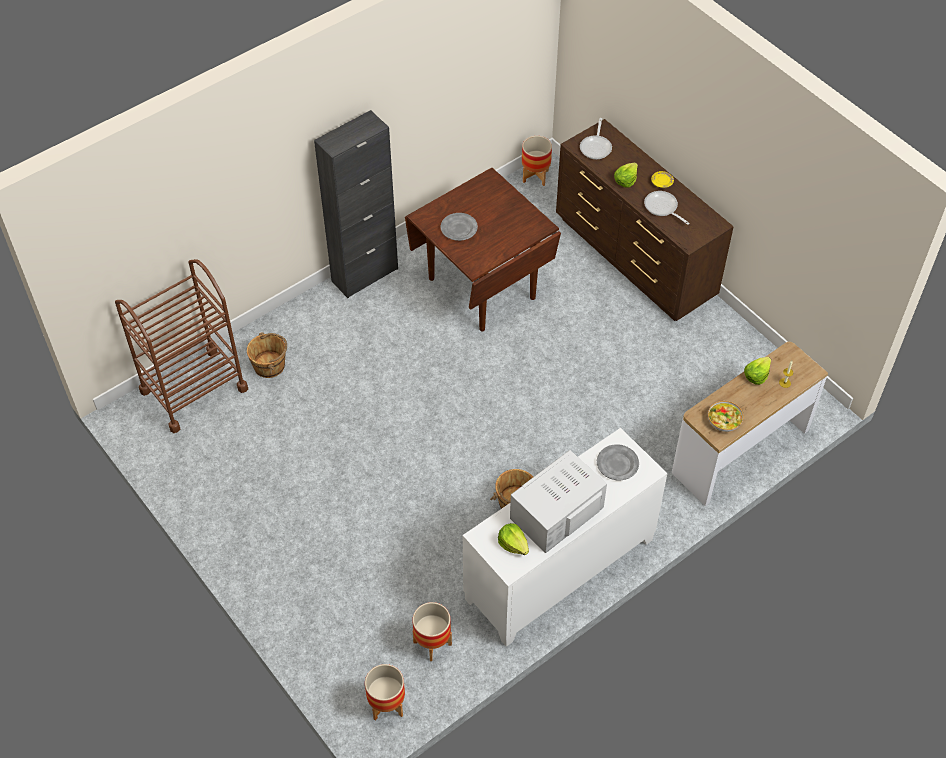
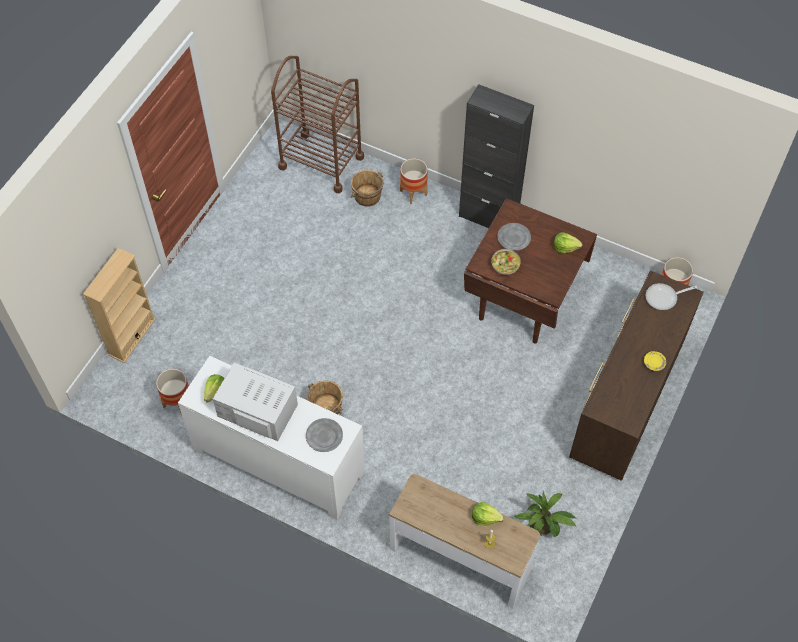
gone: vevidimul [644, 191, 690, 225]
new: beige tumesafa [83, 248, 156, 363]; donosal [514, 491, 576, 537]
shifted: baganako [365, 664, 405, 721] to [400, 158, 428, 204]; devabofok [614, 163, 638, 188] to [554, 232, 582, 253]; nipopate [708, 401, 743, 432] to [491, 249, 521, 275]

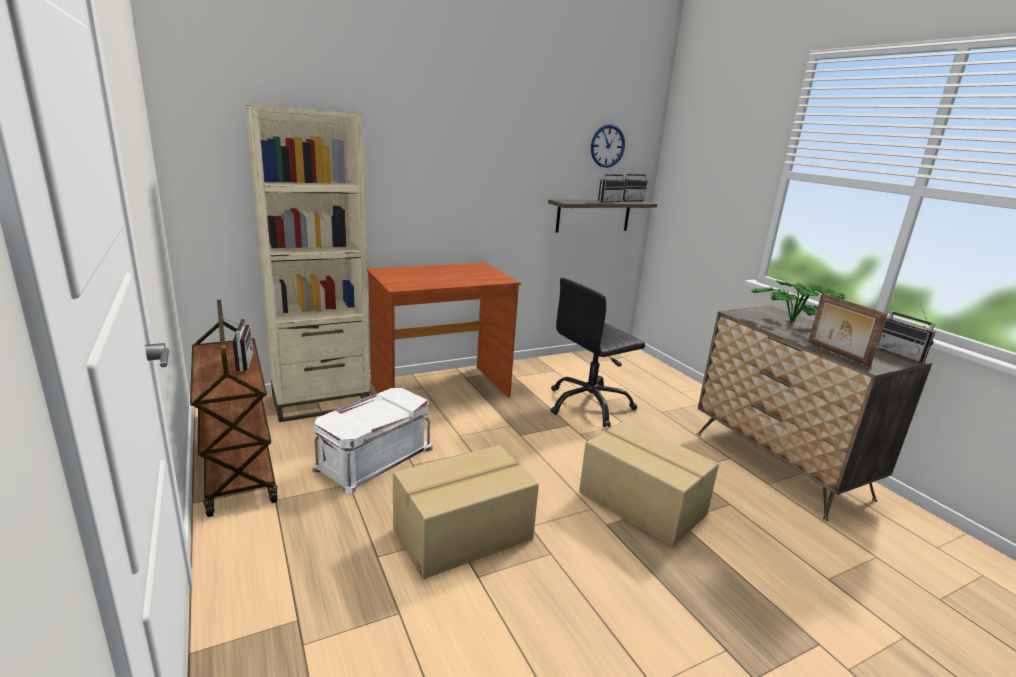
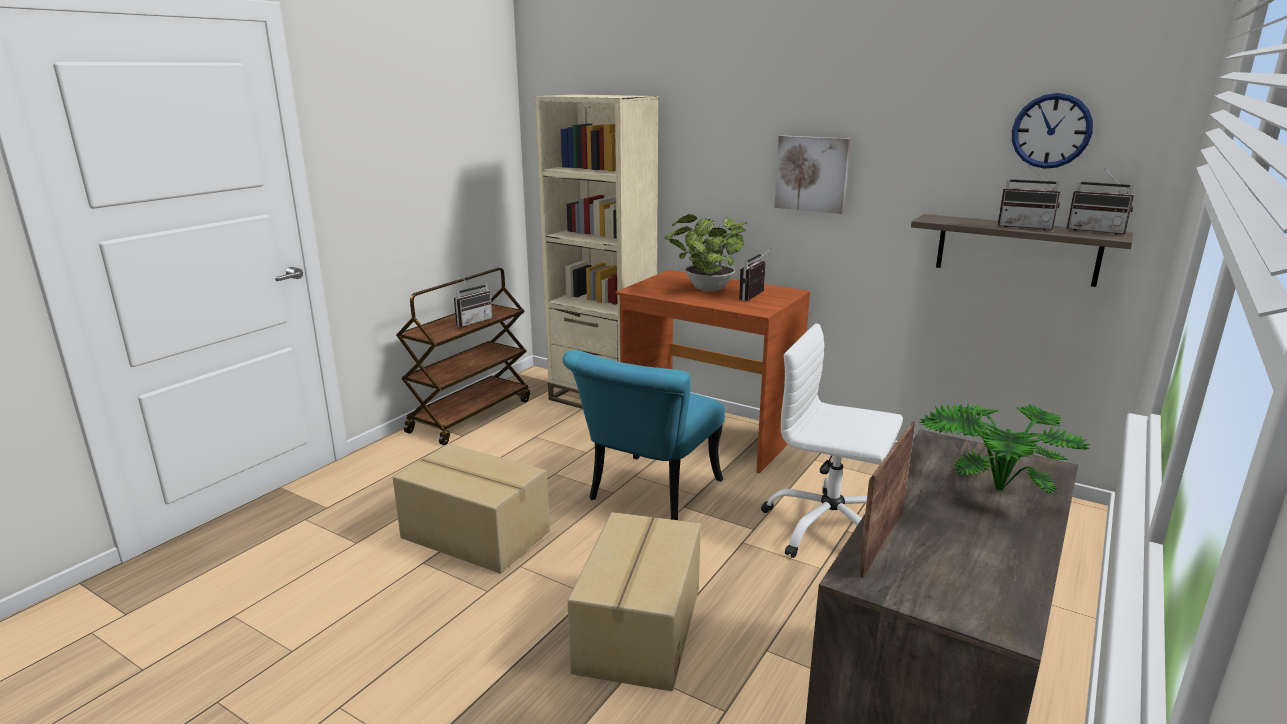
gone: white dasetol [312, 388, 433, 493]
new: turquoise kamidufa [562, 350, 725, 520]; donosal [665, 214, 747, 292]; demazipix [775, 135, 851, 214]
shifted: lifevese [877, 304, 936, 363] to [739, 248, 772, 301]
repainted: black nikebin [551, 278, 645, 427] to white nikebin [761, 324, 903, 558]

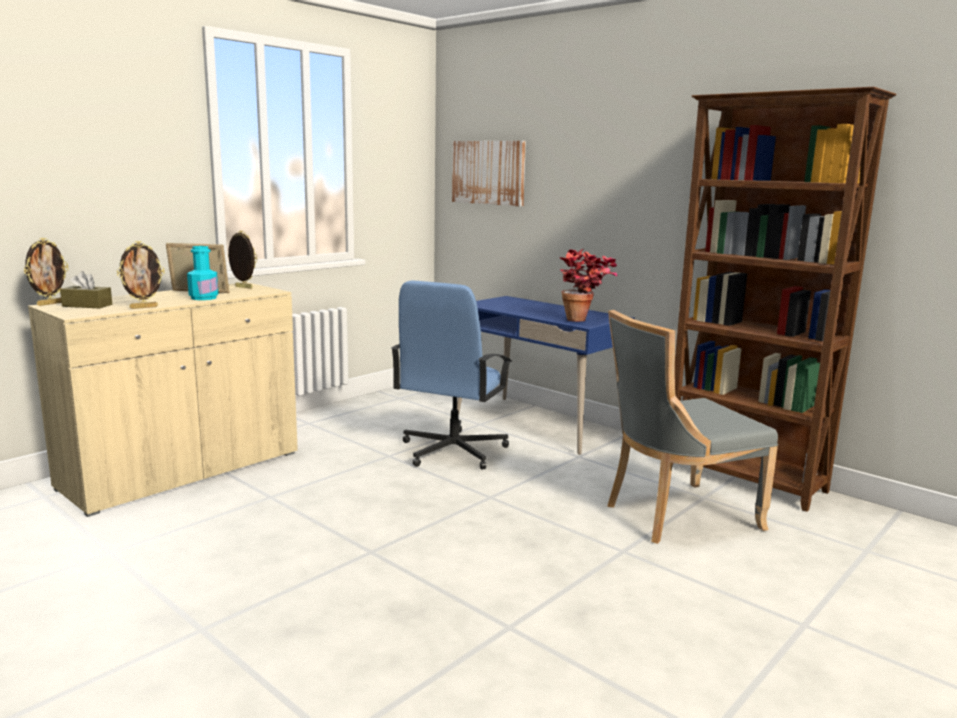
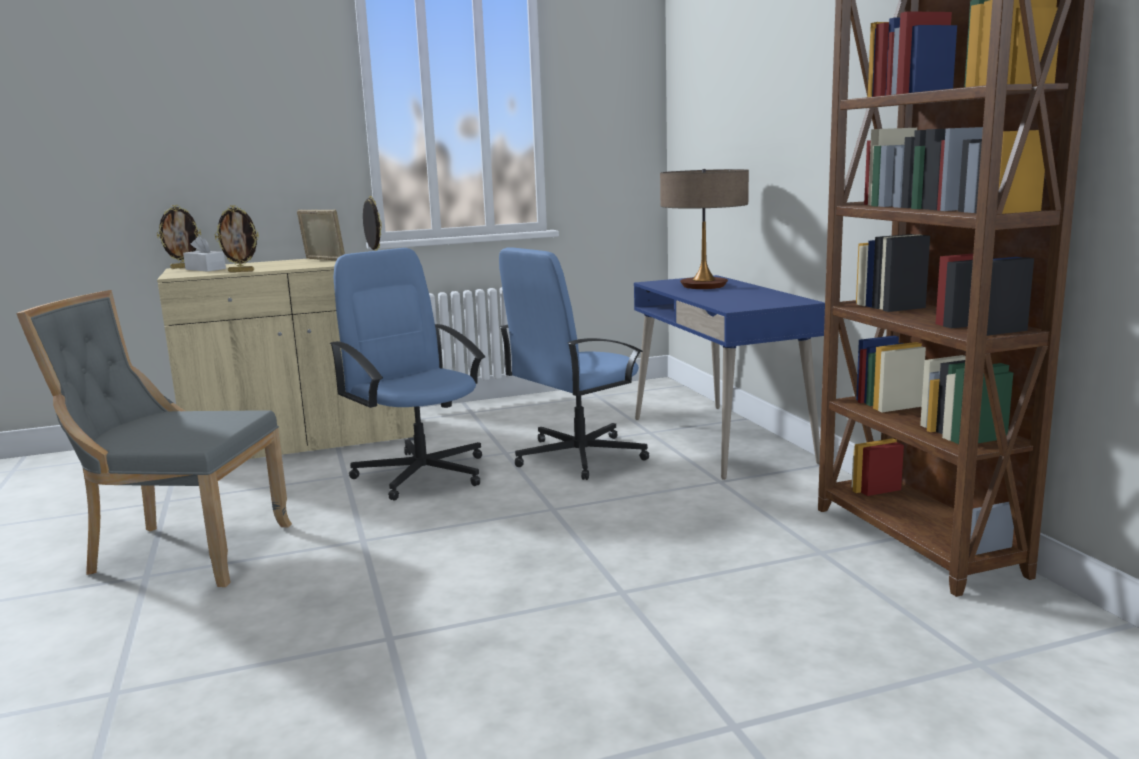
gone: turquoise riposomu [187, 246, 219, 300]; demazipix [452, 141, 526, 206]; donosal [560, 249, 618, 322]
new: blue nikebin [329, 248, 485, 500]; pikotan [660, 169, 749, 289]
shifted: grey kamidufa [607, 310, 778, 544] to [16, 290, 292, 587]
repainted: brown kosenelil [60, 271, 112, 308] to white kosenelil [183, 236, 226, 272]

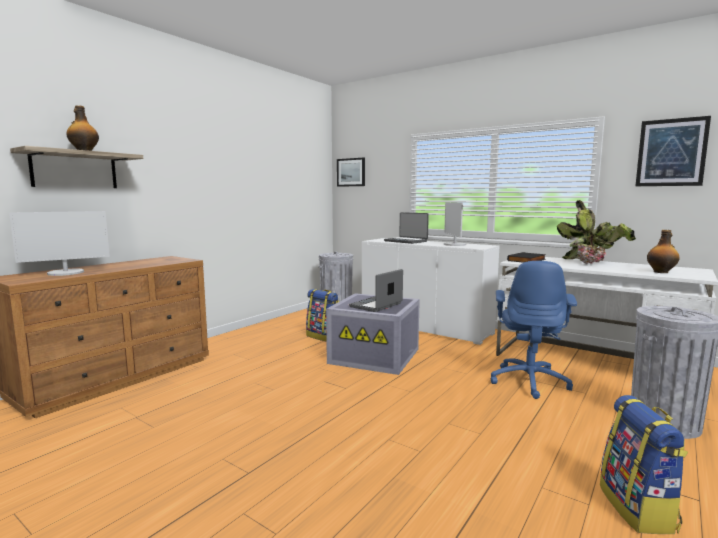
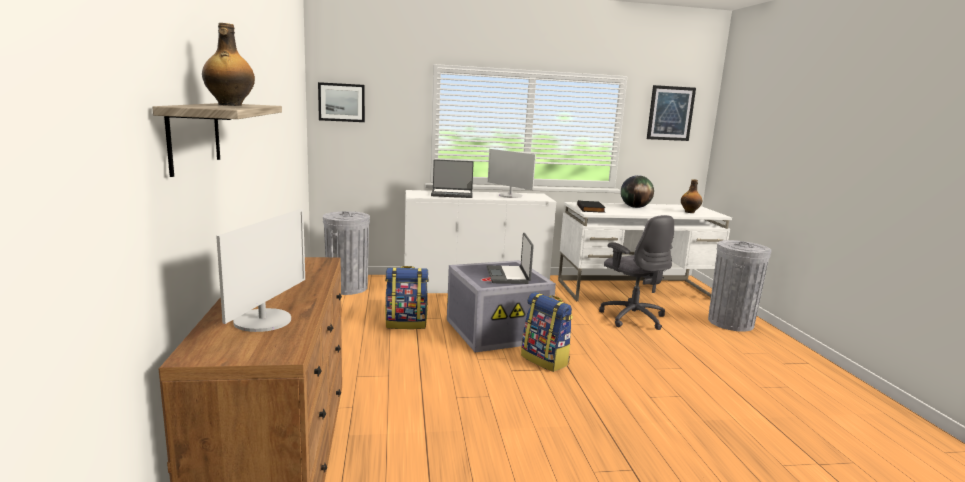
shifted: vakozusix [600, 395, 688, 534] to [521, 292, 573, 372]
swapped: donosal [557, 200, 636, 264] to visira [621, 175, 654, 208]
repainted: blue nikebin [491, 261, 577, 399] to grey nikebin [599, 215, 674, 330]

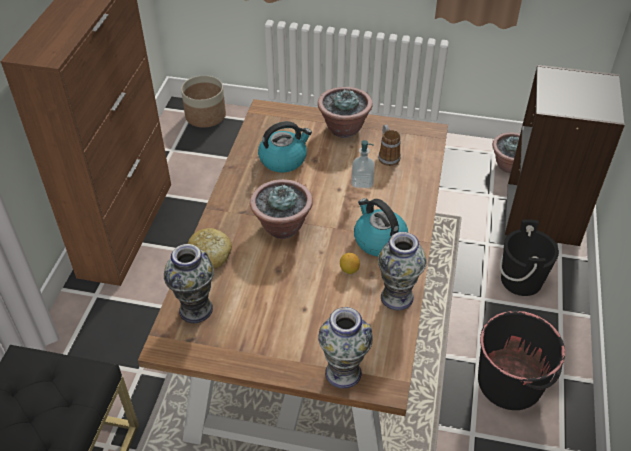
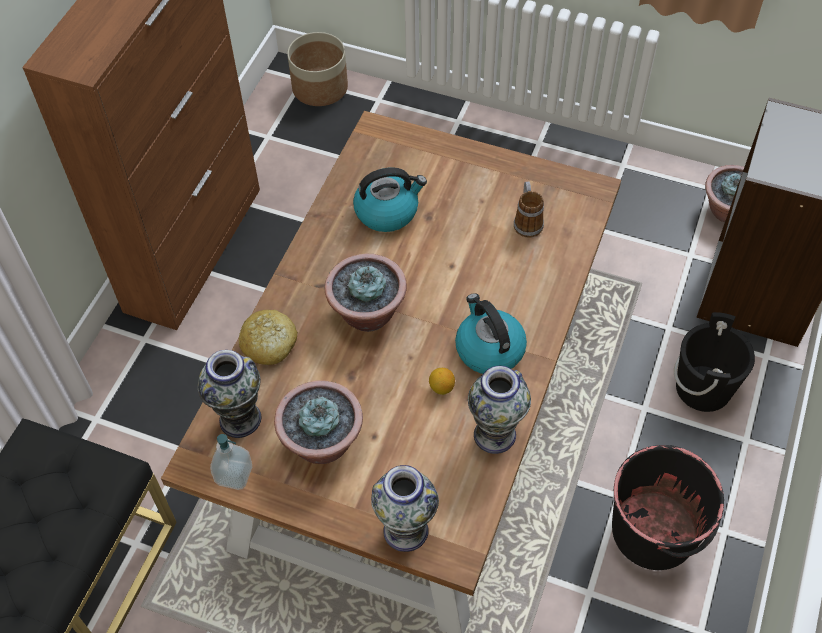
shifted: donosal [318, 87, 373, 138] to [274, 380, 363, 464]; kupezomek [351, 140, 375, 188] to [210, 434, 252, 490]

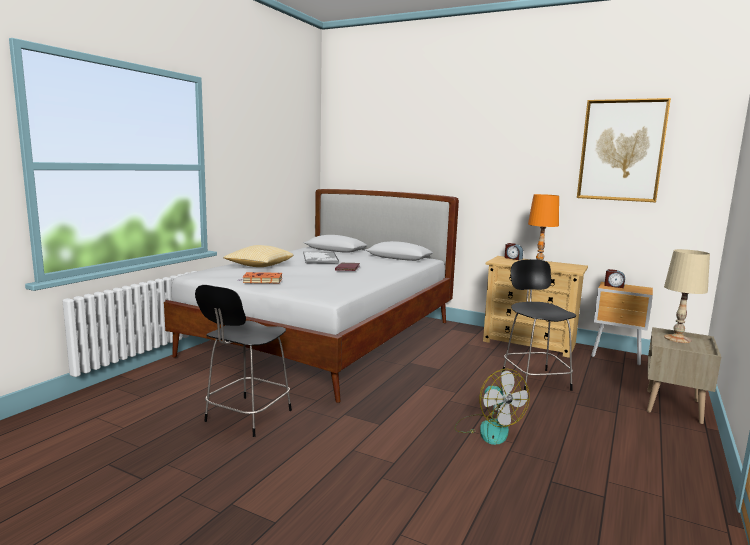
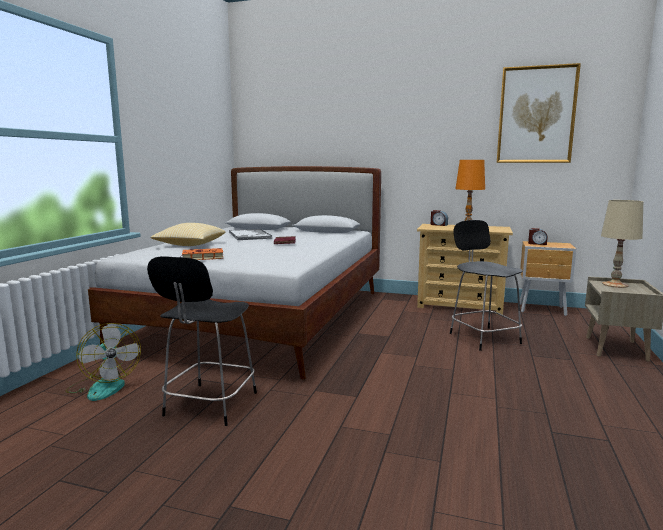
shifted: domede [454, 369, 530, 445] to [65, 323, 141, 401]

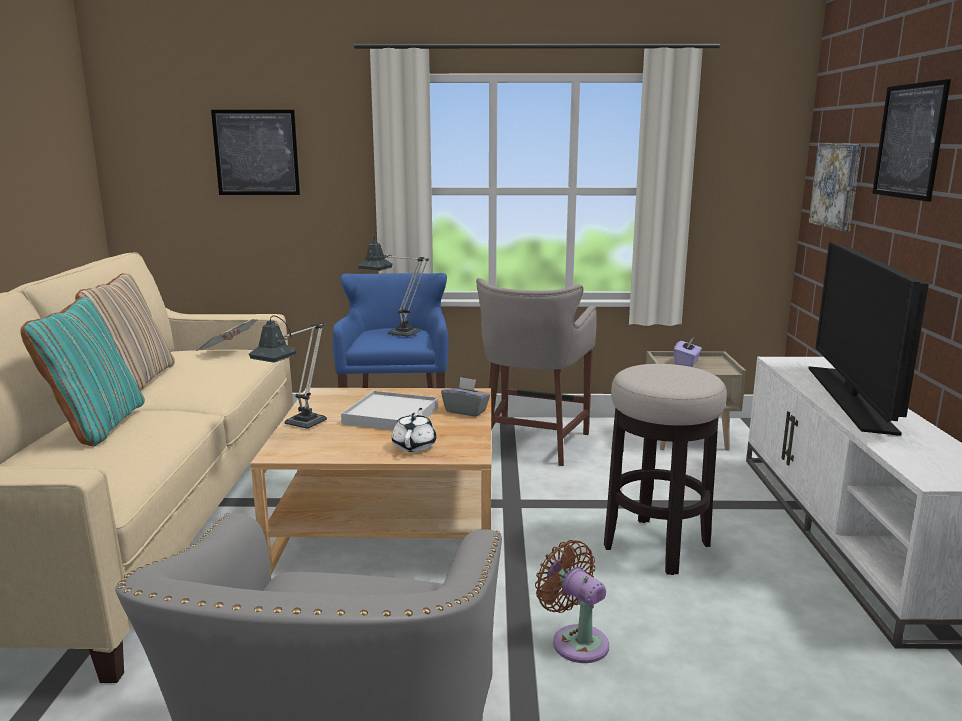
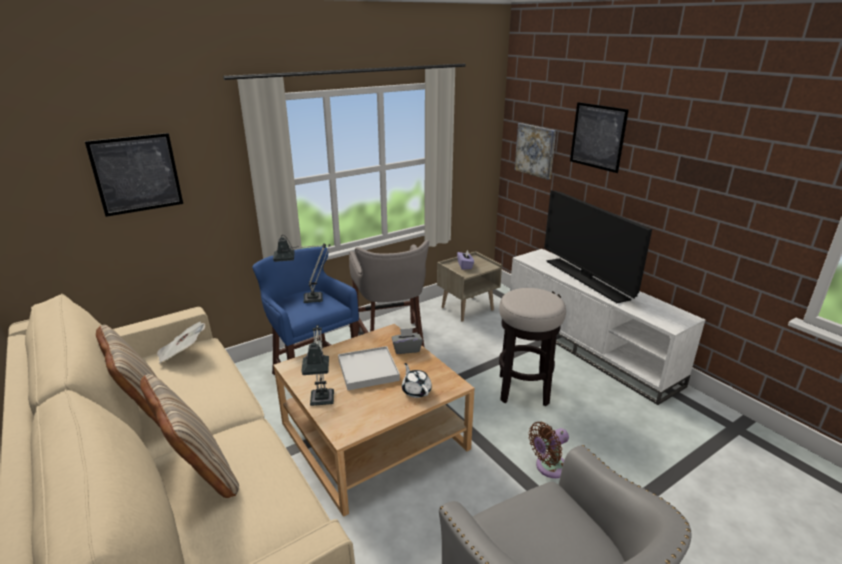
repainted: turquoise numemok [20, 297, 145, 447] to beige numemok [140, 374, 239, 498]
rotated: brown domede [535, 540, 609, 663] = [529, 422, 569, 478] 45 degrees counterclockwise

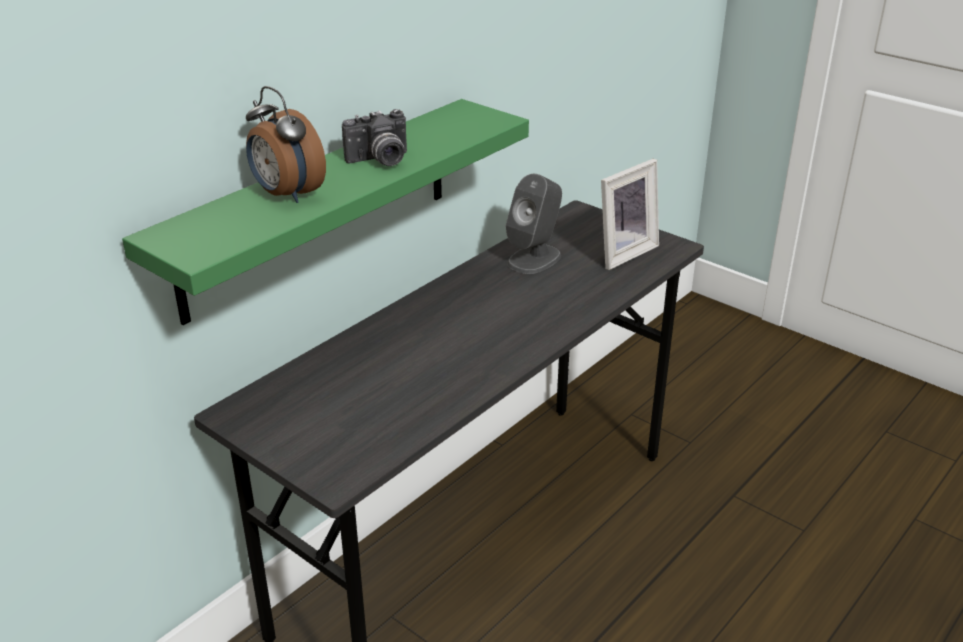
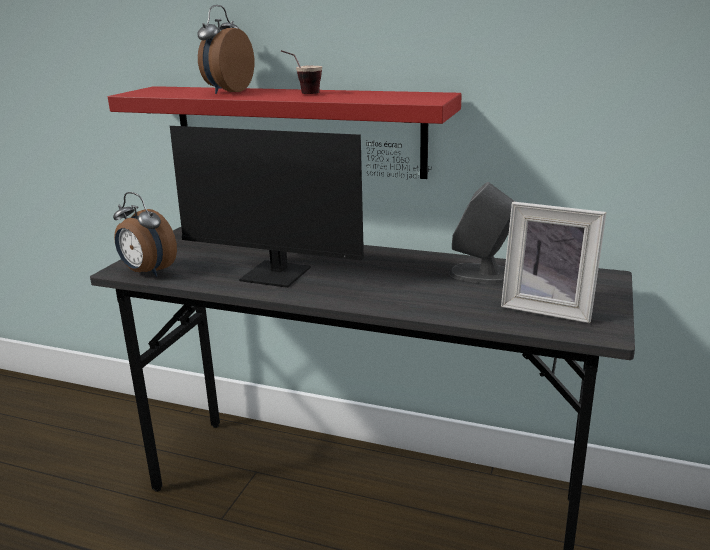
new: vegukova [113, 192, 177, 277]; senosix [170, 126, 432, 288]
swapped: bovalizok [342, 109, 407, 166] to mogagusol [281, 50, 322, 94]
repainted: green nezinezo [122, 99, 529, 325] to red nezinezo [108, 86, 462, 179]

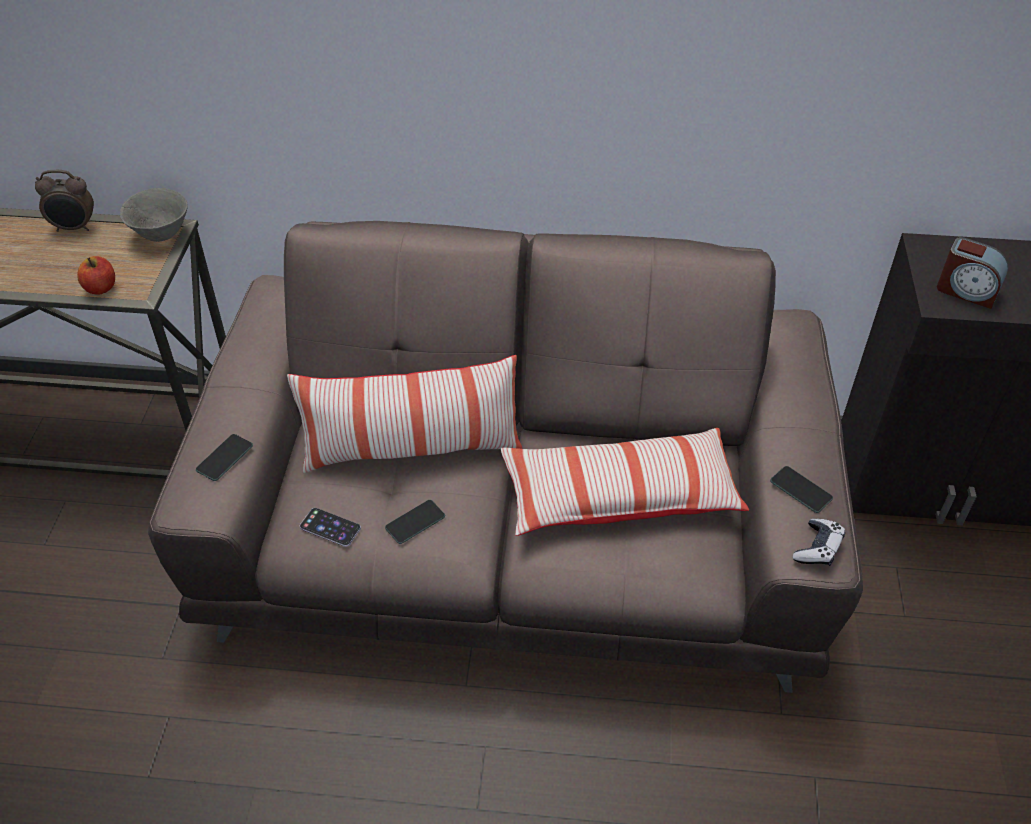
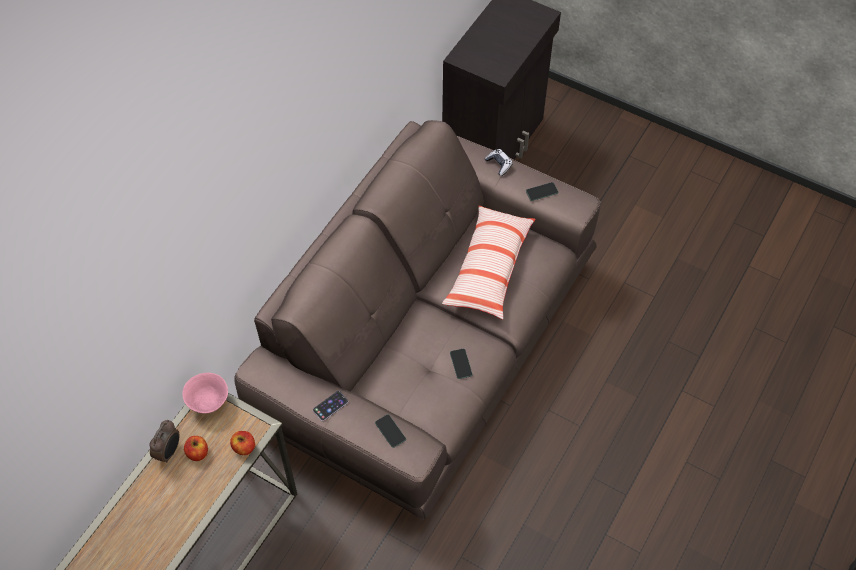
gone: numemok [287, 355, 522, 473]; vegukova [937, 237, 1008, 309]
new: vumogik [184, 436, 208, 461]
shifted: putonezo [300, 508, 361, 547] to [313, 391, 348, 421]; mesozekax [793, 519, 845, 566] to [484, 149, 513, 176]
repainted: grey nipopate [120, 188, 188, 242] to pink nipopate [182, 373, 228, 413]

